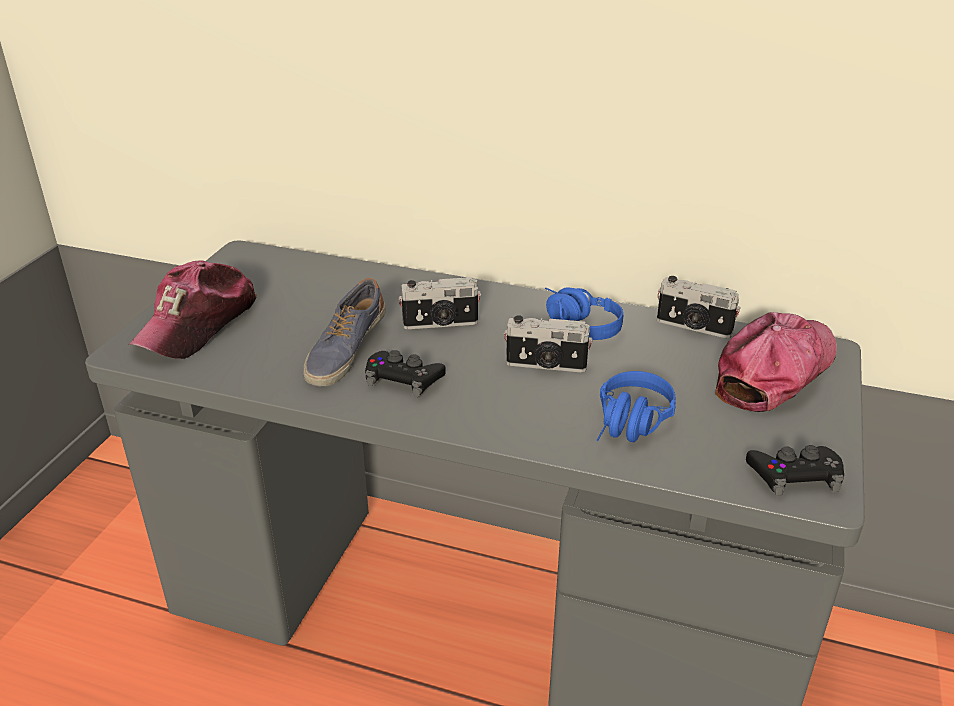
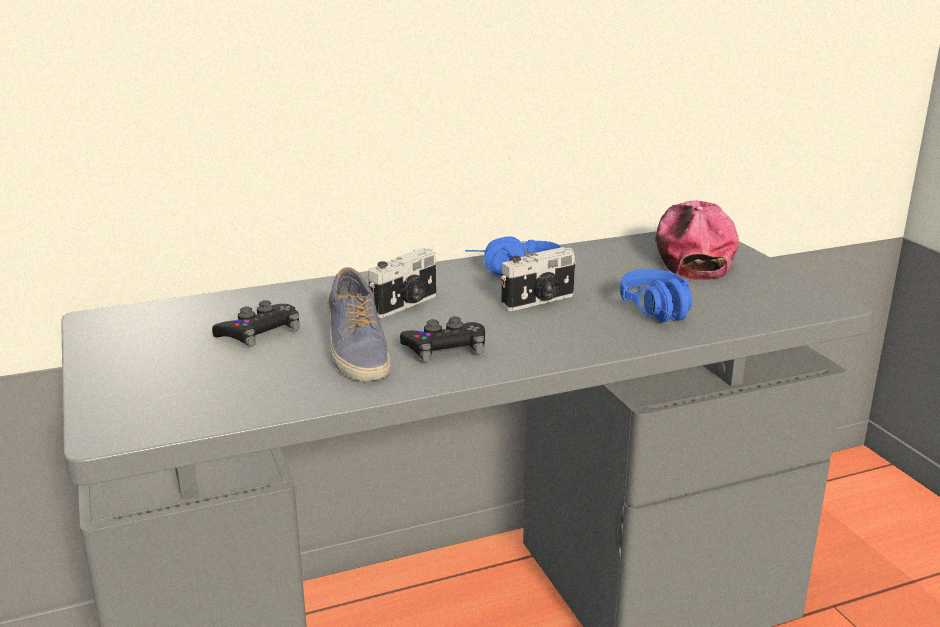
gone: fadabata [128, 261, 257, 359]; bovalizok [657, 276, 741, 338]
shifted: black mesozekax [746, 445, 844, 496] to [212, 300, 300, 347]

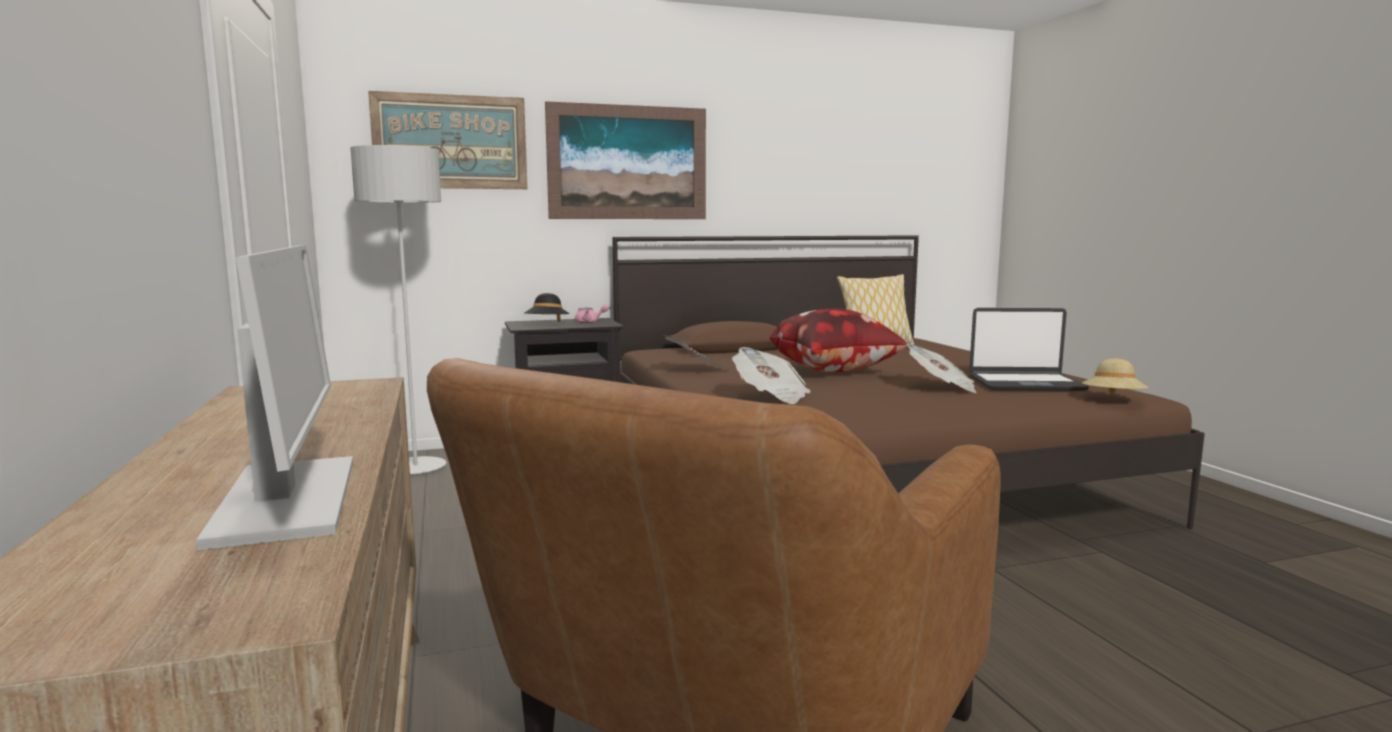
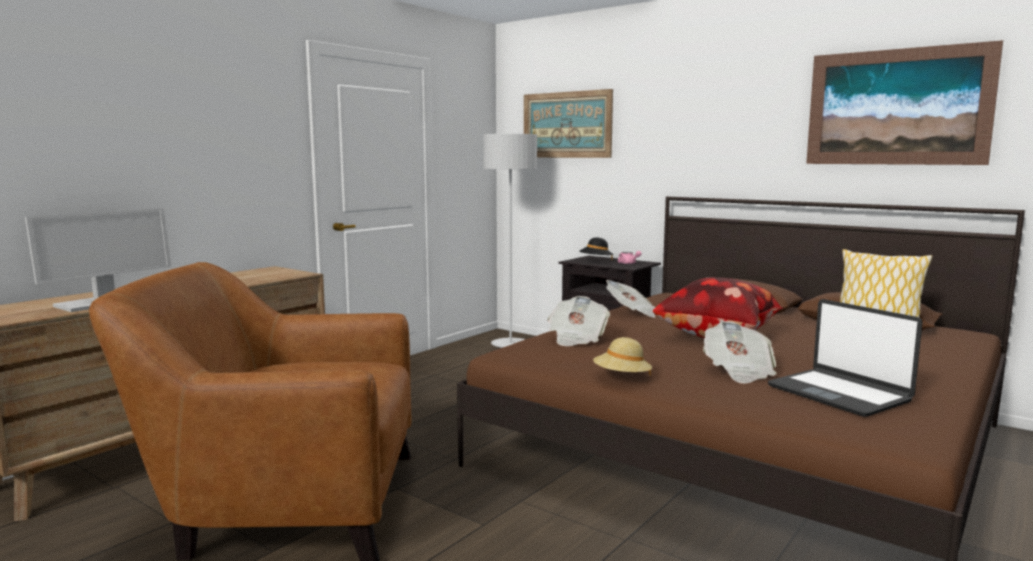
shifted: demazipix [545, 101, 706, 219] to [806, 40, 1003, 165]; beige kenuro [1082, 358, 1149, 394] to [593, 337, 652, 376]

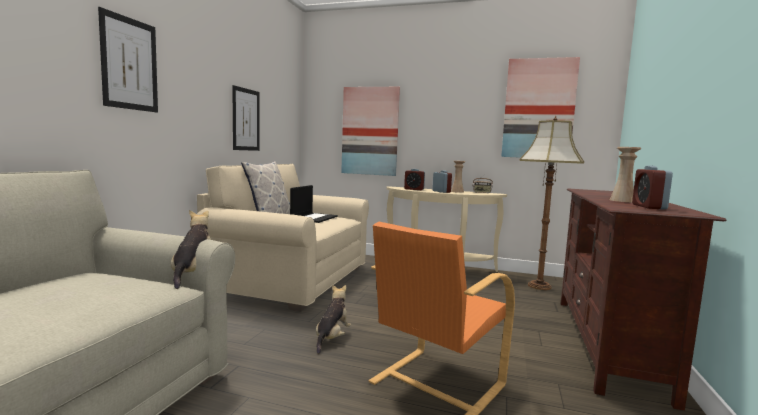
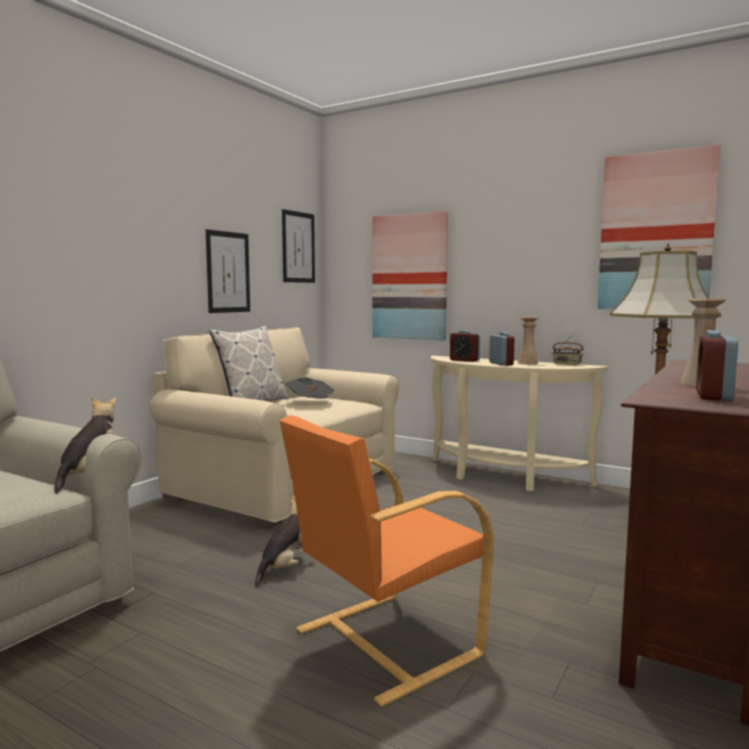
shifted: demazipix [98, 7, 158, 113] to [282, 209, 315, 283]
swapped: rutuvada [290, 185, 338, 223] to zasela [285, 378, 334, 399]

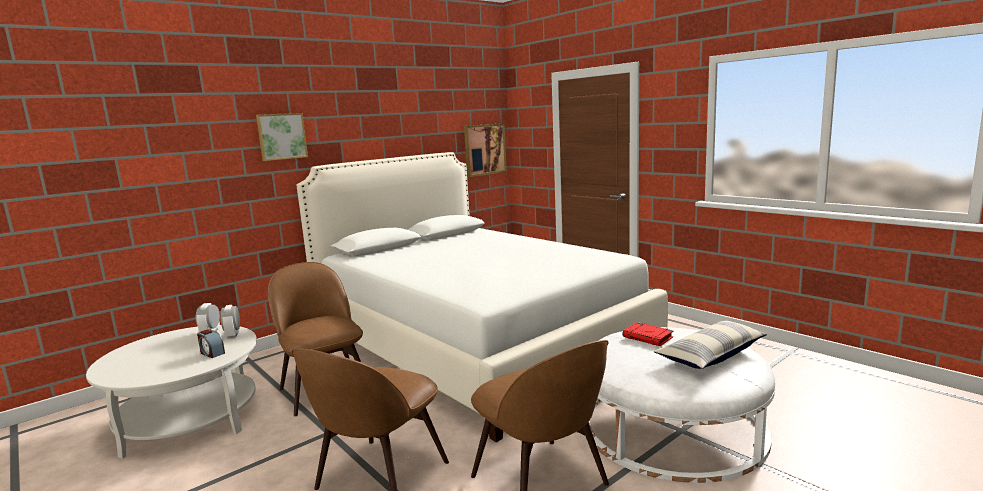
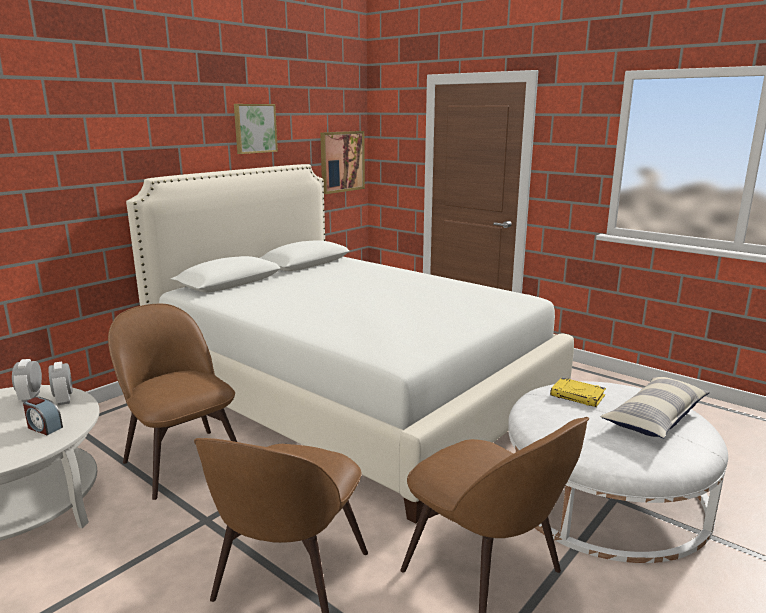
shifted: demazipix [256, 113, 308, 161] to [234, 104, 278, 154]
repainted: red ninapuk [623, 322, 673, 346] to yellow ninapuk [550, 377, 606, 407]

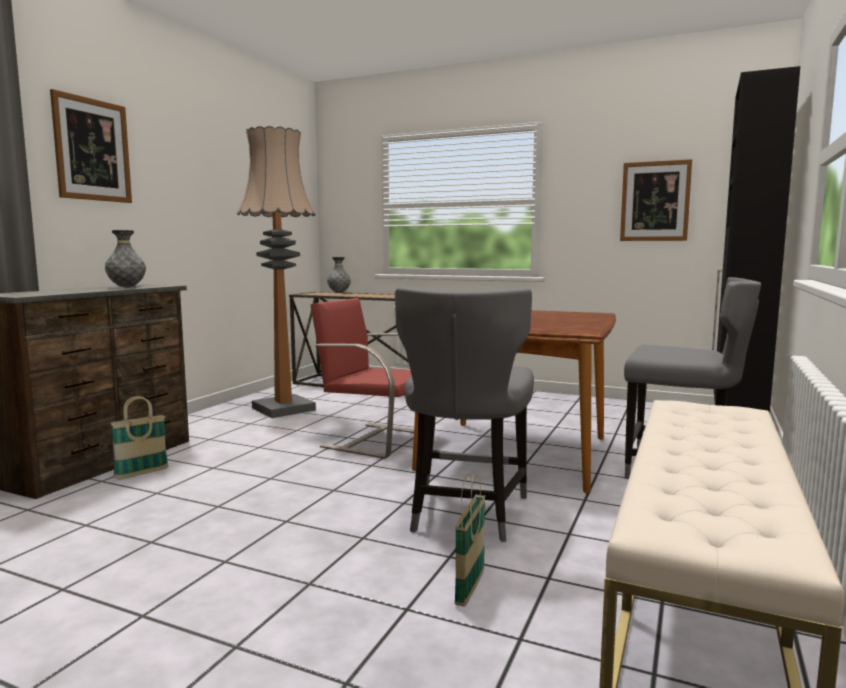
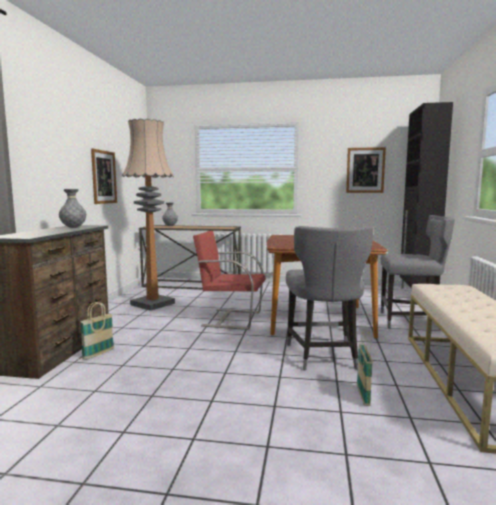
shifted: demazipix [50, 89, 132, 203] to [91, 149, 117, 204]

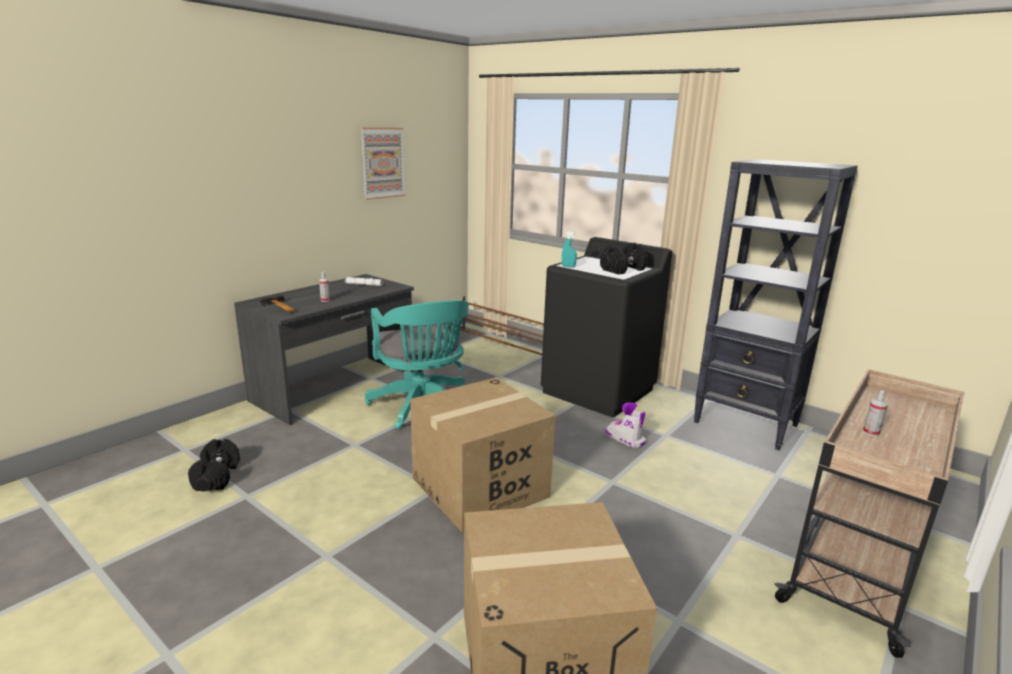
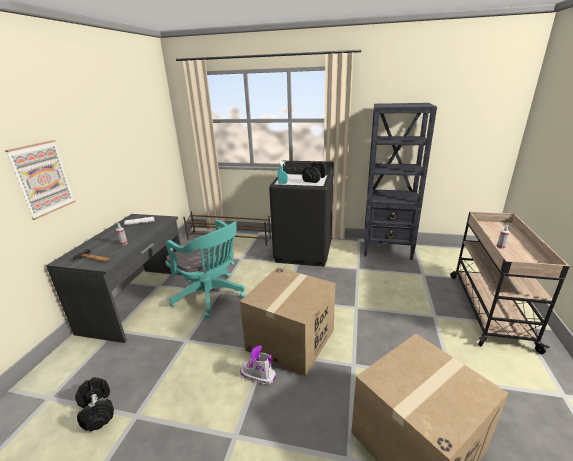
shifted: demazipix [360, 127, 405, 200] to [5, 140, 76, 220]; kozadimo [606, 402, 646, 448] to [240, 345, 276, 385]

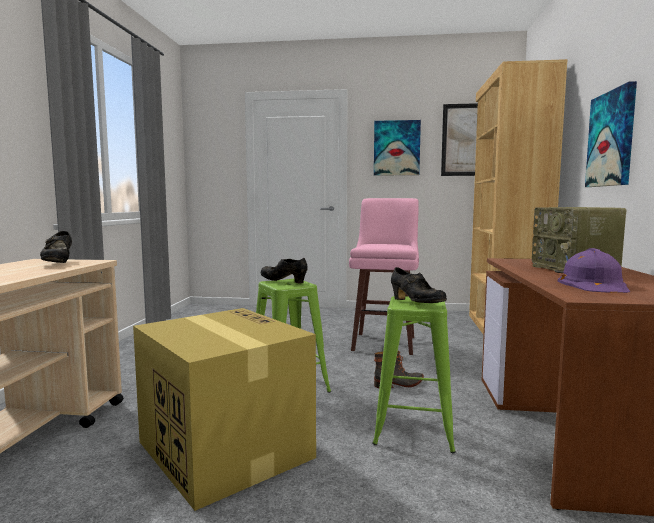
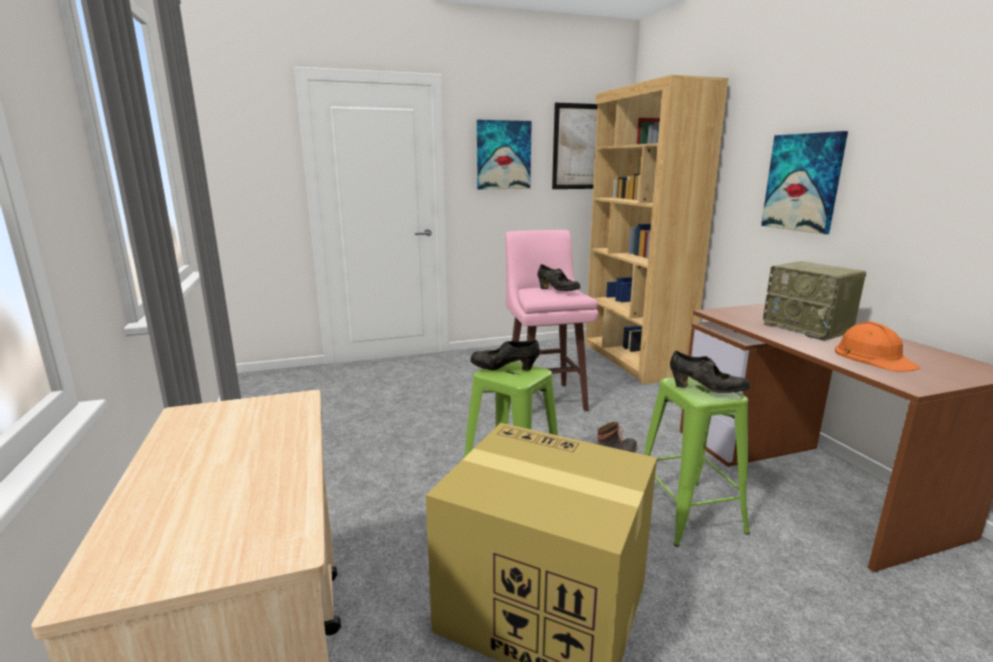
shifted: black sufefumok [40, 231, 72, 263] to [538, 264, 581, 291]
repainted: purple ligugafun [558, 248, 630, 293] to orange ligugafun [835, 321, 920, 372]

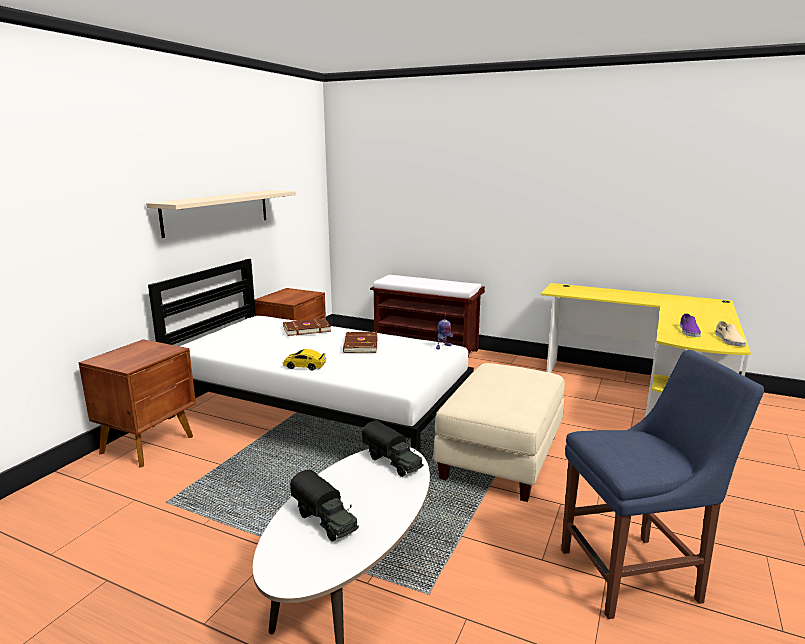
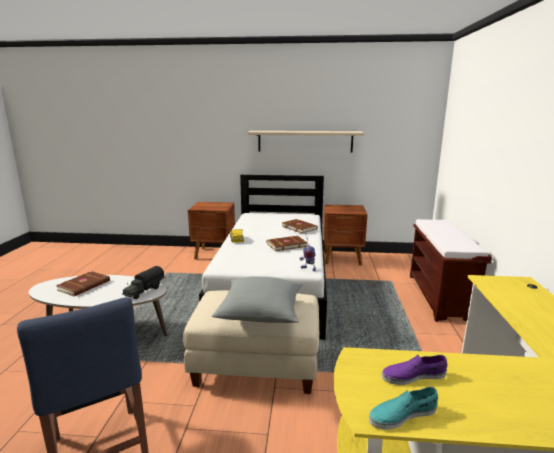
new: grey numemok [212, 276, 303, 323]
swapped: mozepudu [290, 469, 359, 542] to brown ninapuk [56, 271, 110, 296]
repainted: beige sufefumok [715, 321, 746, 347] to turquoise sufefumok [369, 387, 438, 429]

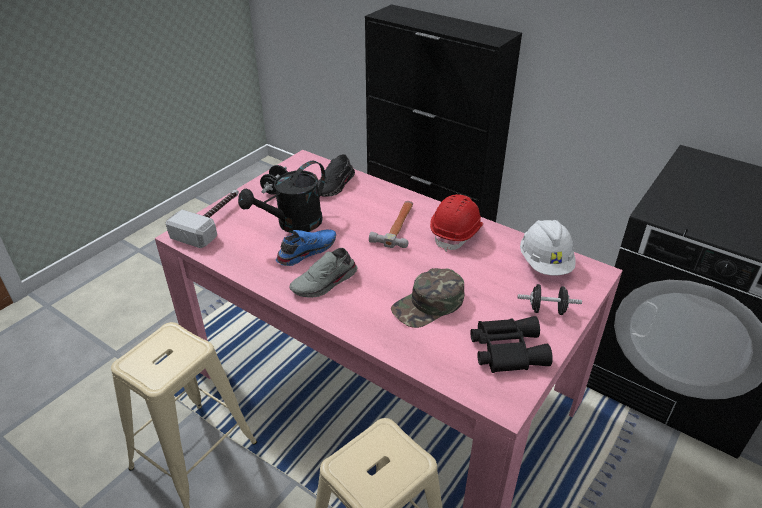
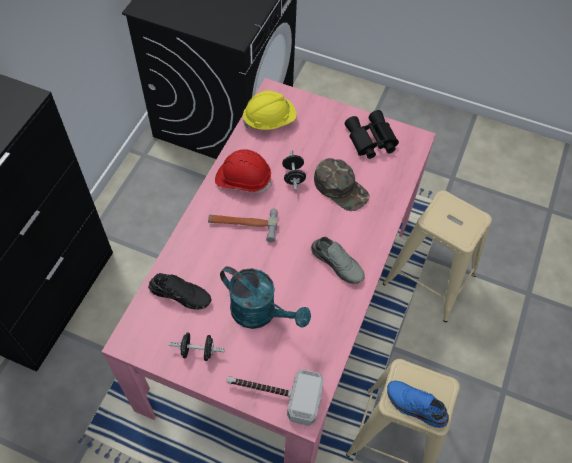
shifted: blue sufefumok [276, 229, 336, 266] to [387, 381, 449, 428]; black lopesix [518, 284, 582, 315] to [282, 150, 306, 190]
repainted: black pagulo [238, 160, 325, 233] to turquoise pagulo [220, 266, 311, 329]; white ligugafun [520, 220, 576, 276] to yellow ligugafun [243, 90, 297, 130]

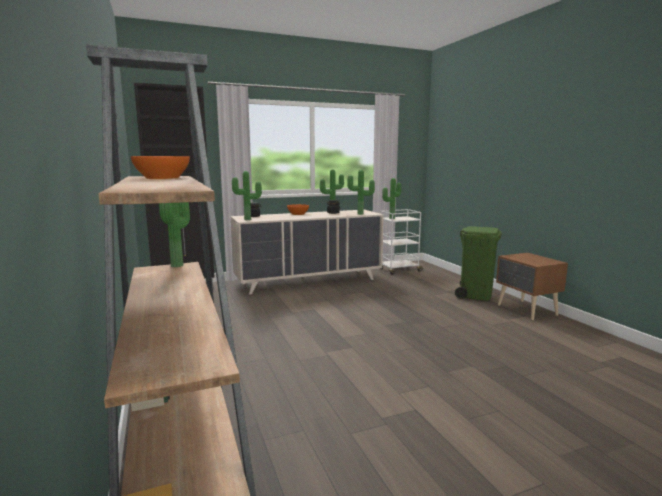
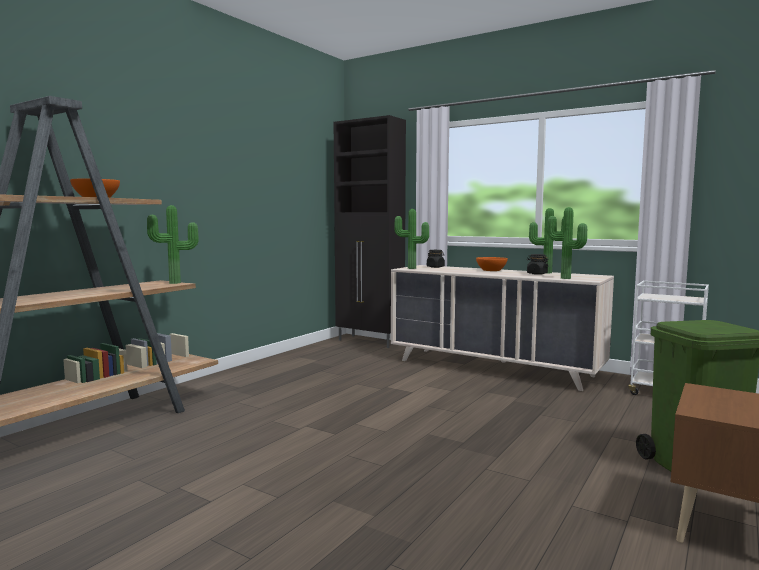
gone: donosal [382, 178, 401, 219]

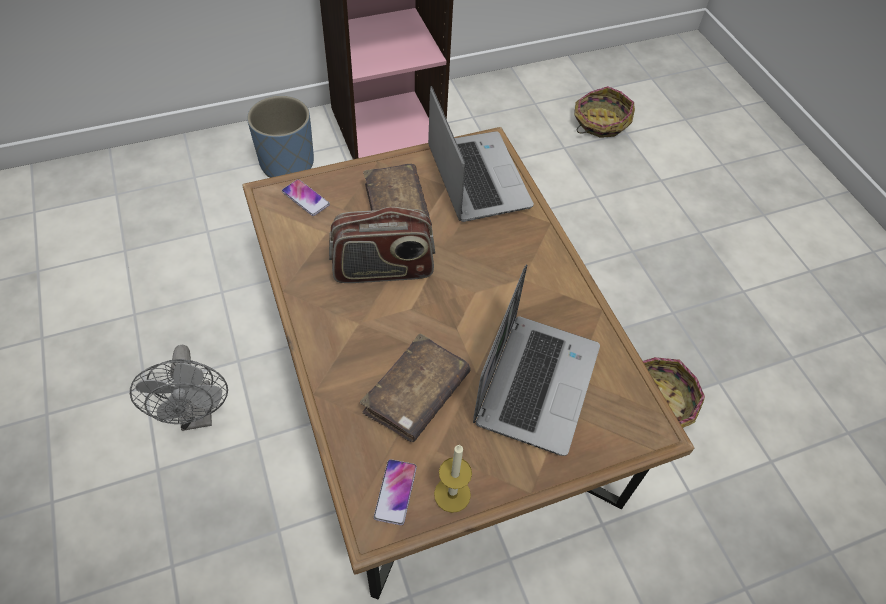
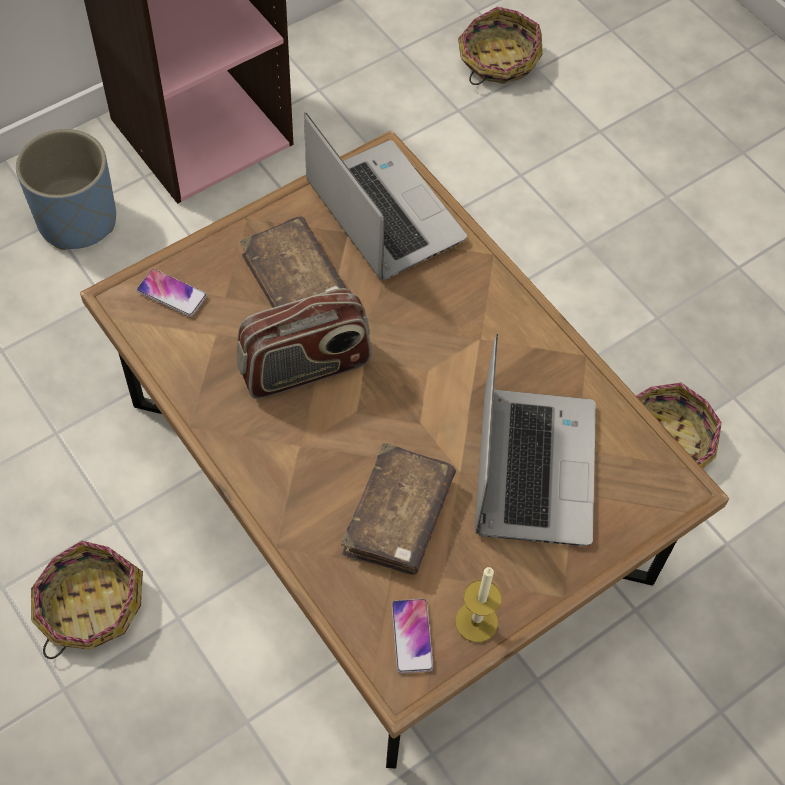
swapped: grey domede [130, 345, 228, 431] to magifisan [31, 541, 143, 659]

